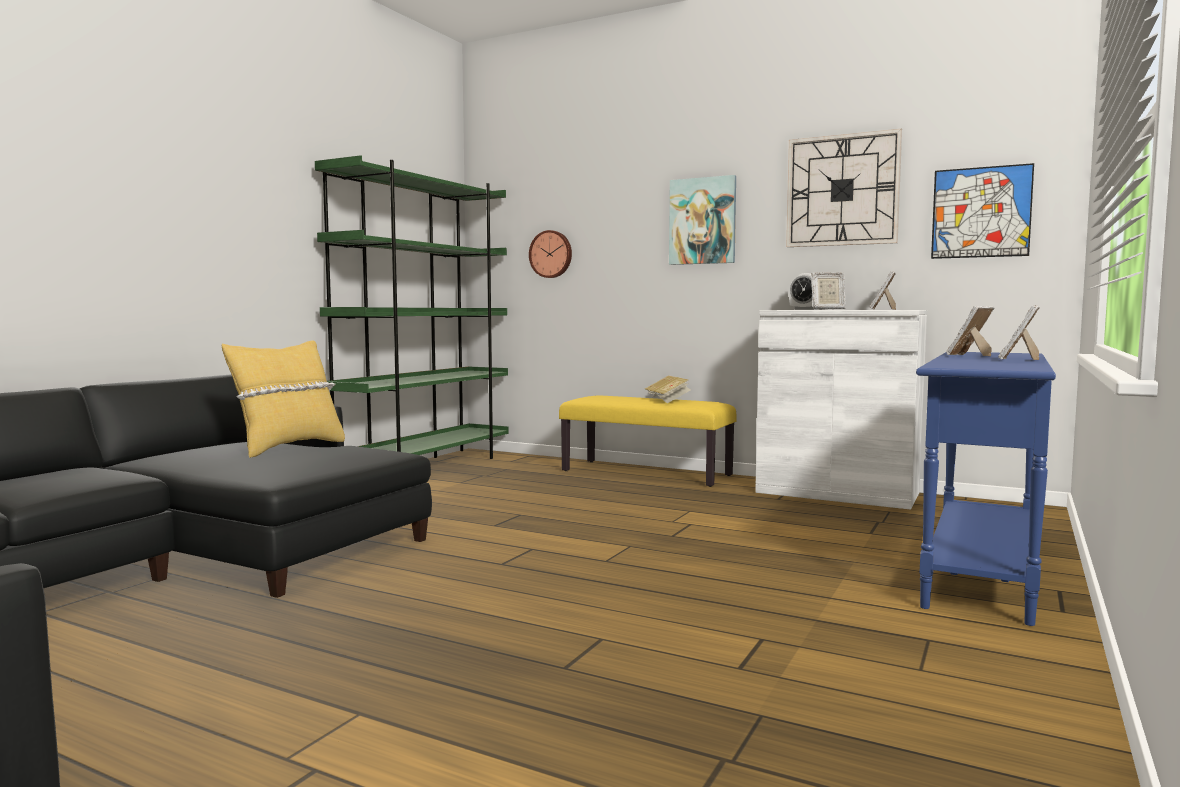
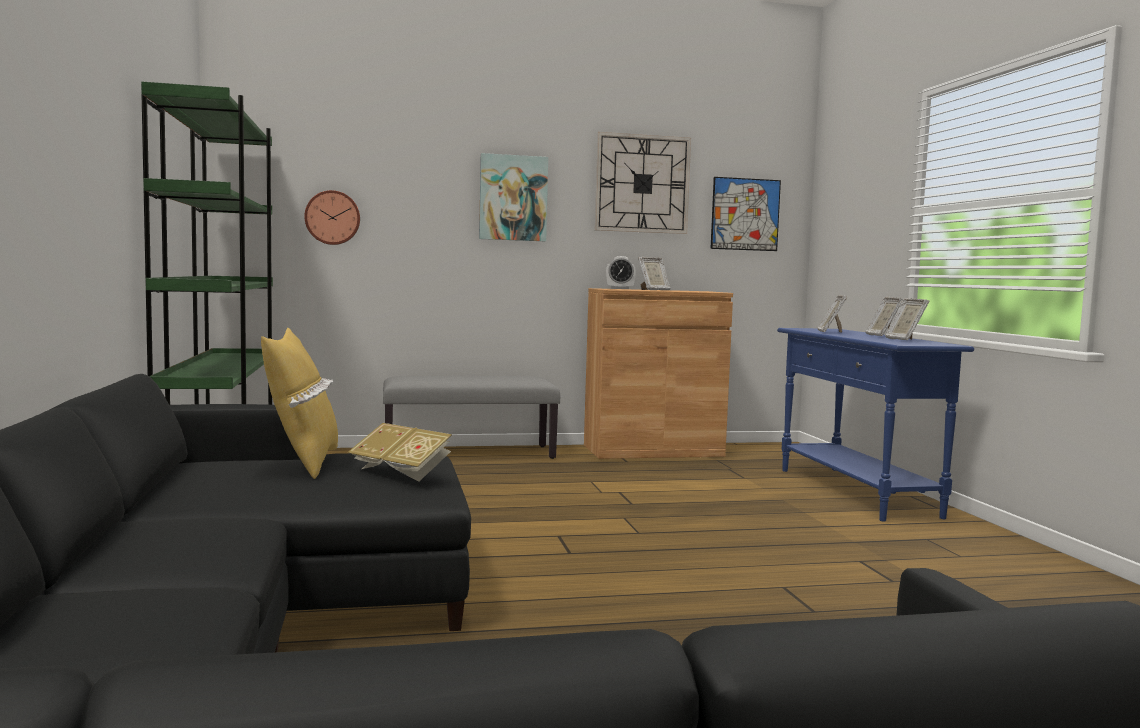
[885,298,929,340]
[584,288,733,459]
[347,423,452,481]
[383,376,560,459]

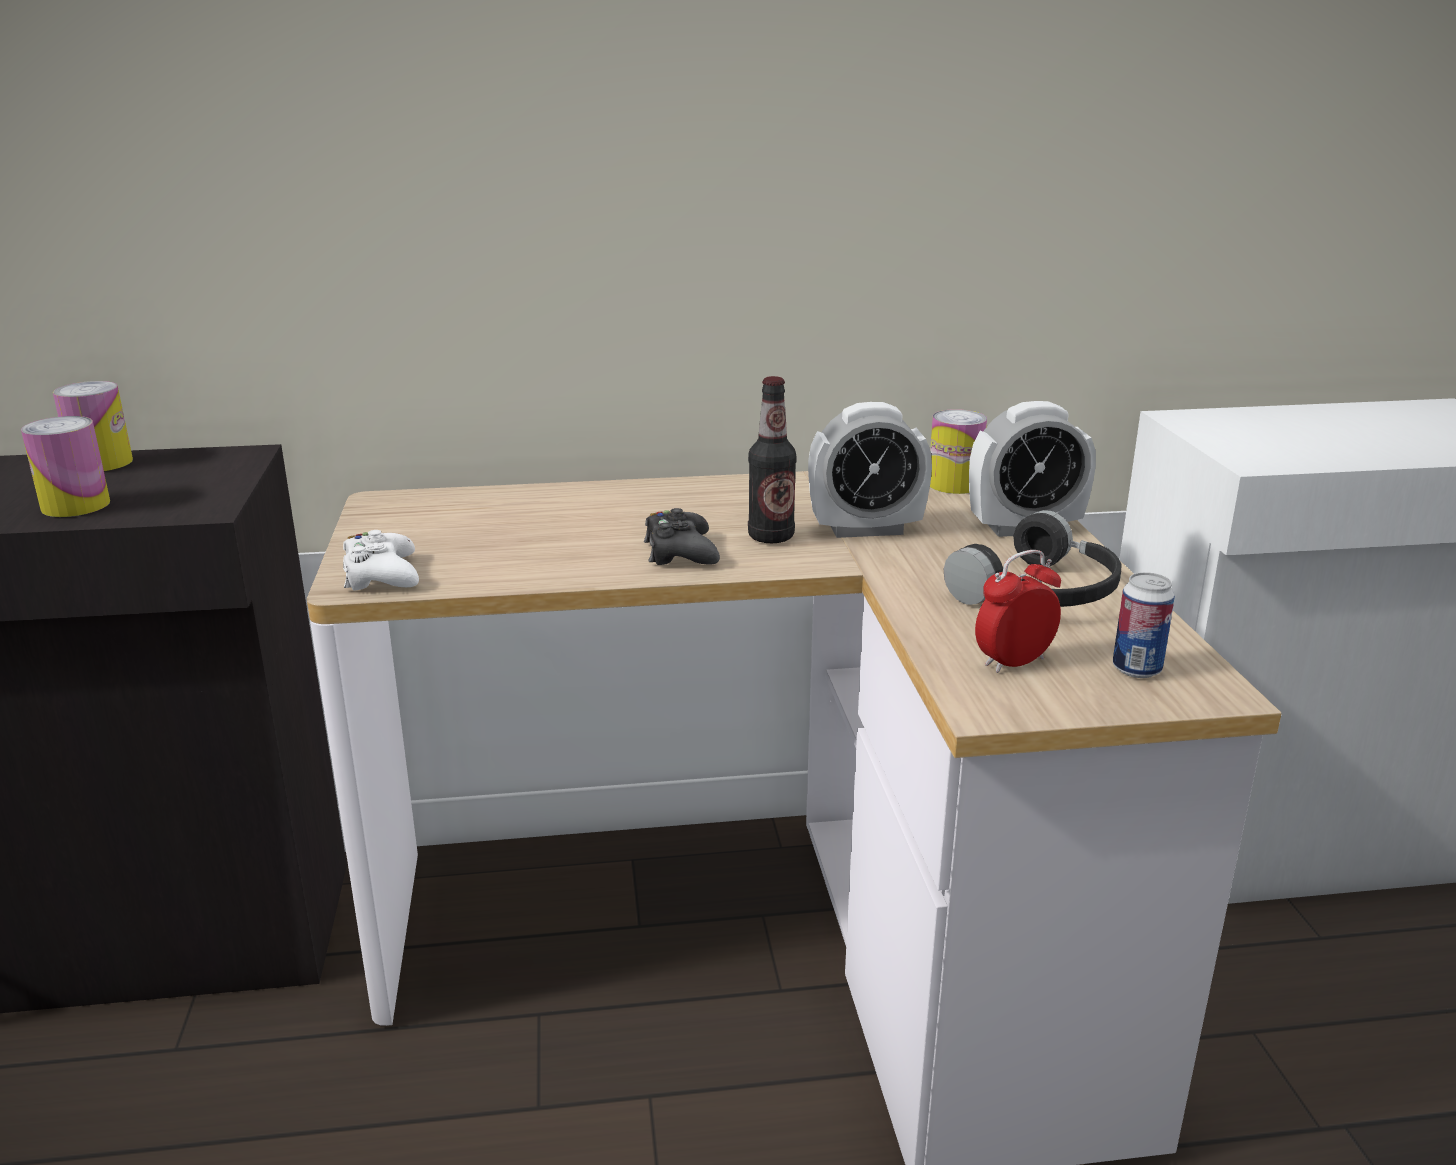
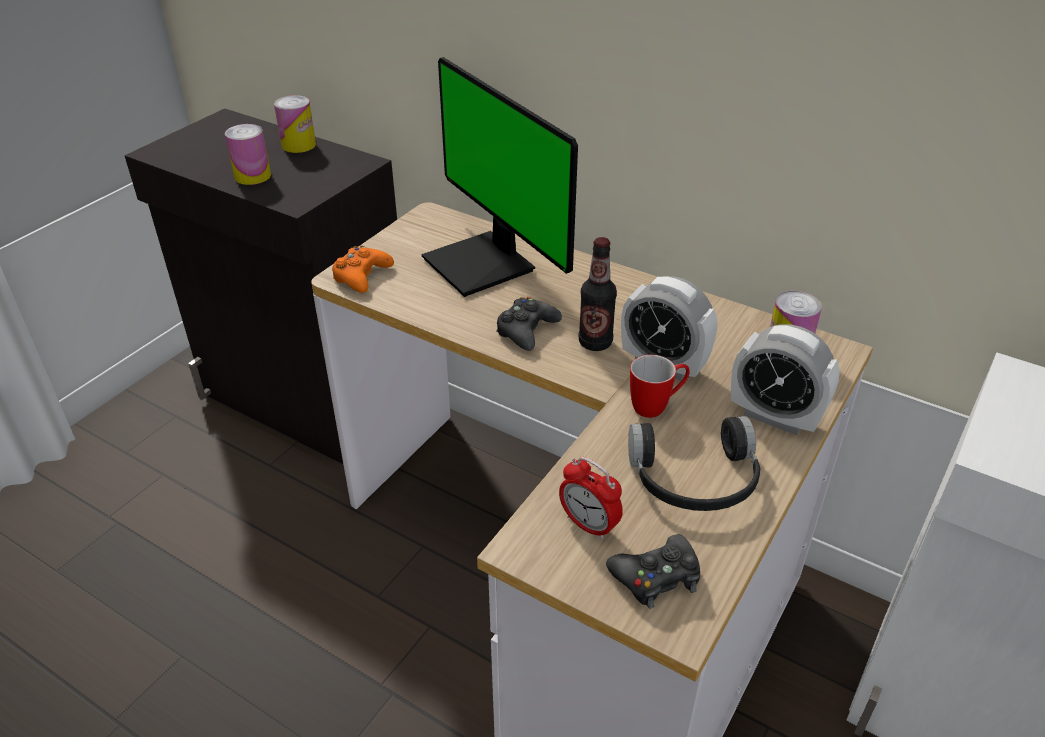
[332,246,394,293]
[559,457,623,540]
[606,534,700,609]
[422,57,578,297]
[630,355,690,418]

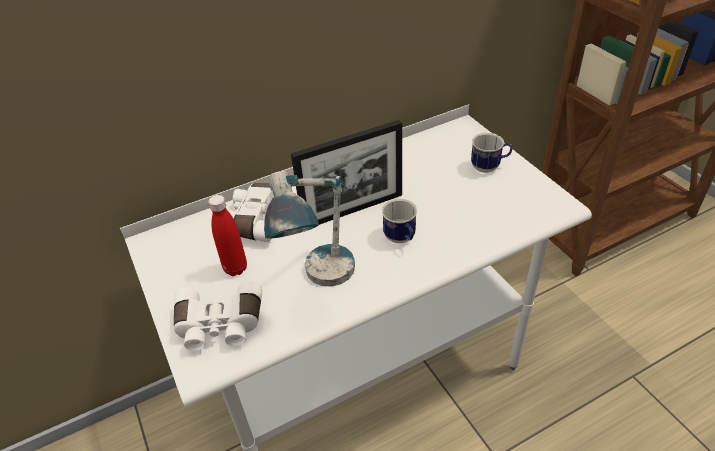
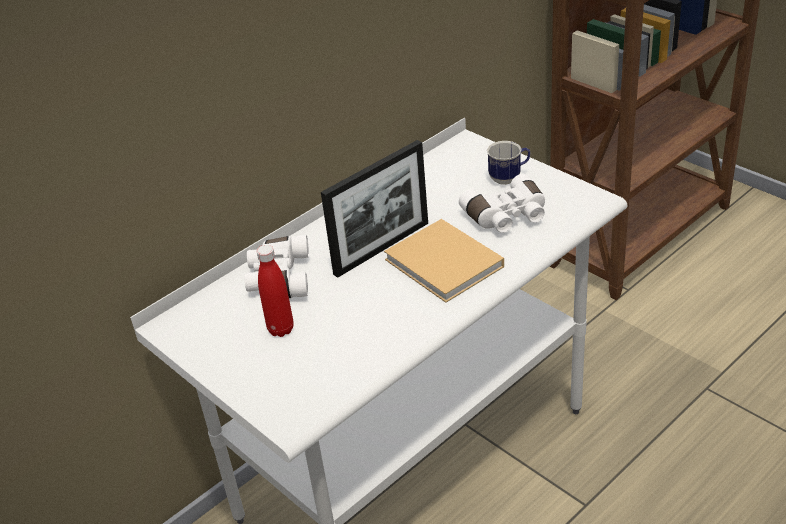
[264,171,355,287] (first image)
[384,219,504,303]
[459,174,545,233]

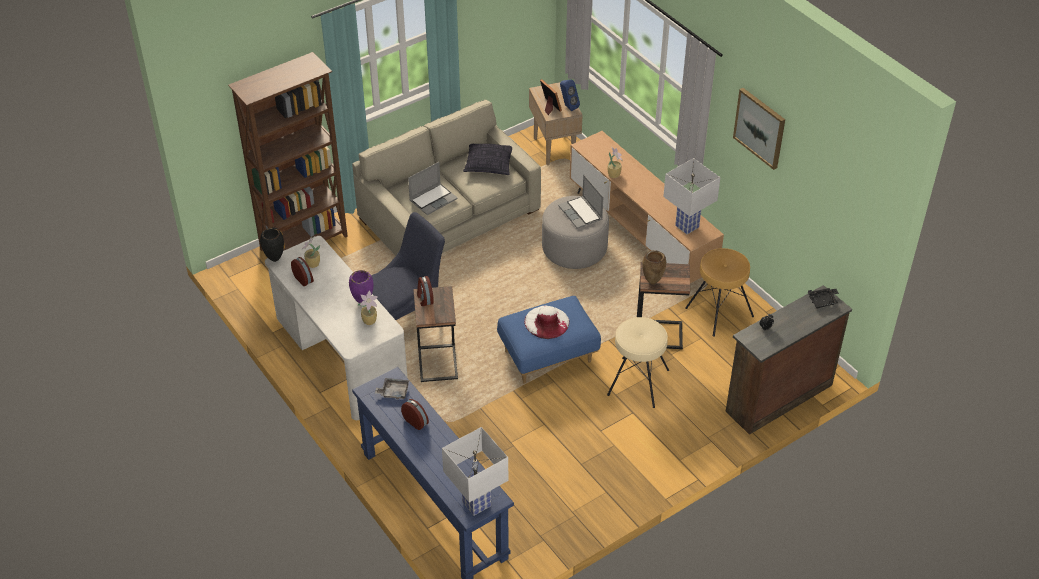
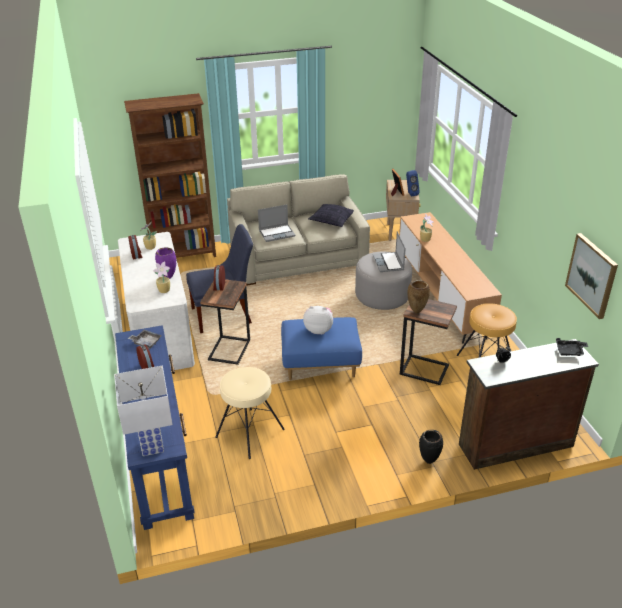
[565,233,618,319]
[663,158,721,234] (first image)
[419,430,443,464]
[303,306,333,334]
[216,367,285,459]

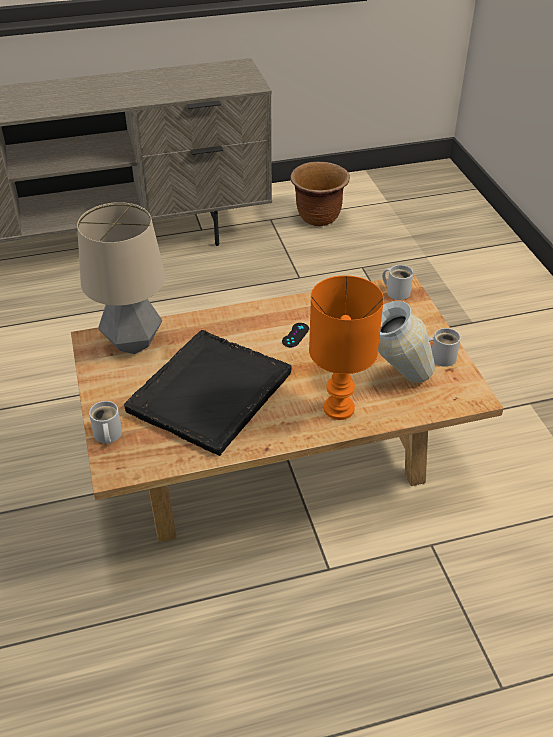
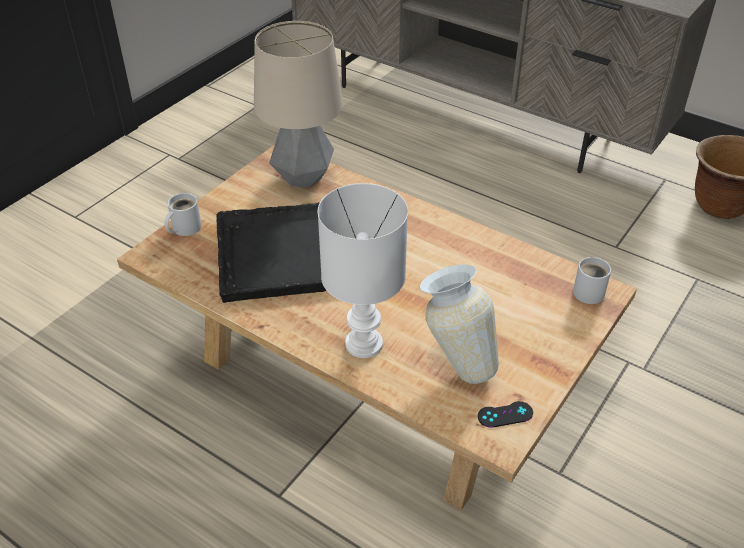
[318,183,408,358]
[478,401,533,428]
[429,328,461,367] (first image)

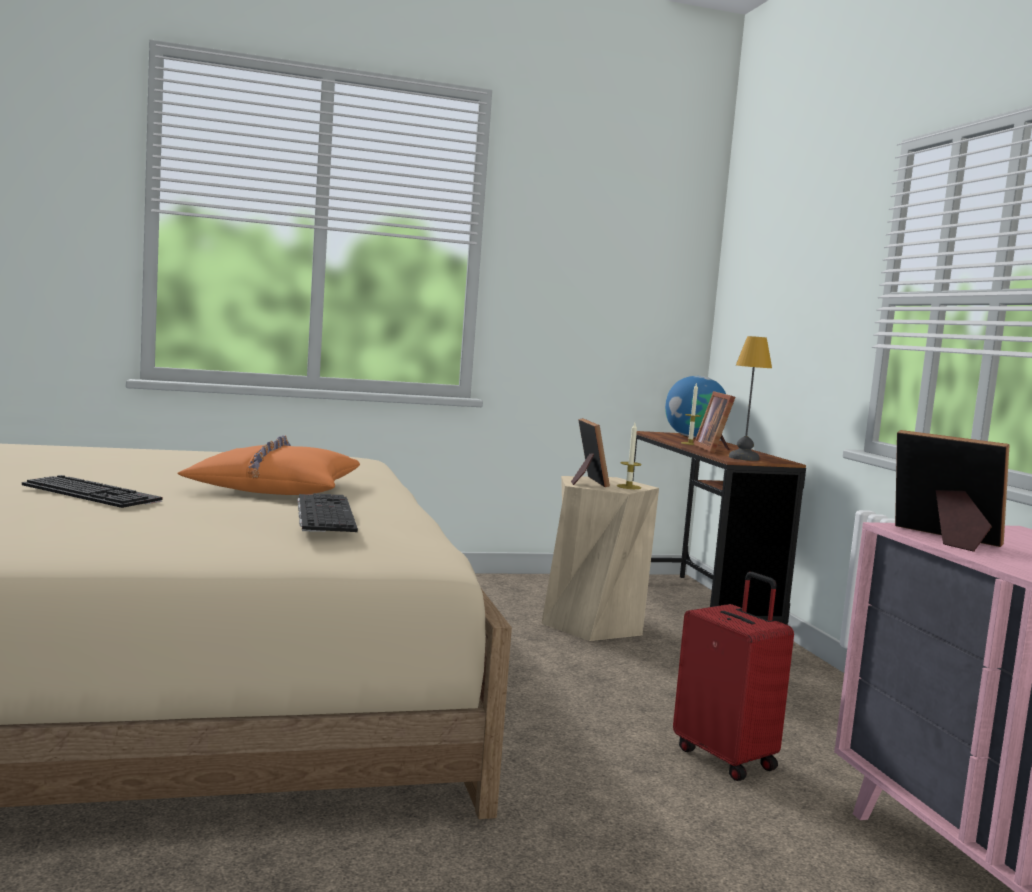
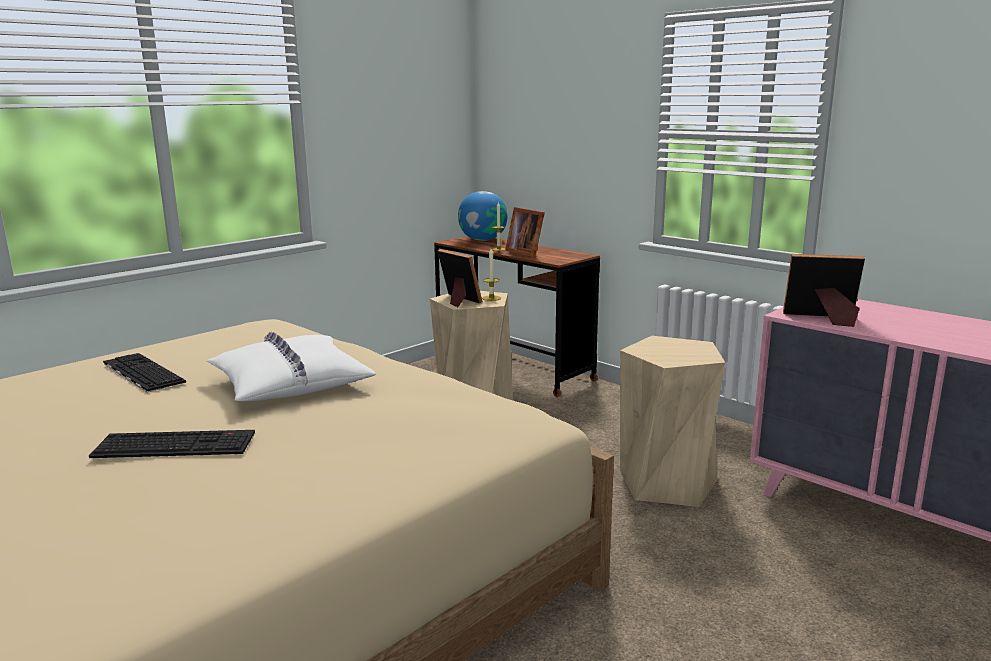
[729,336,772,461] (first image)
[207,331,377,401]
[103,353,186,393]
[620,336,725,507]

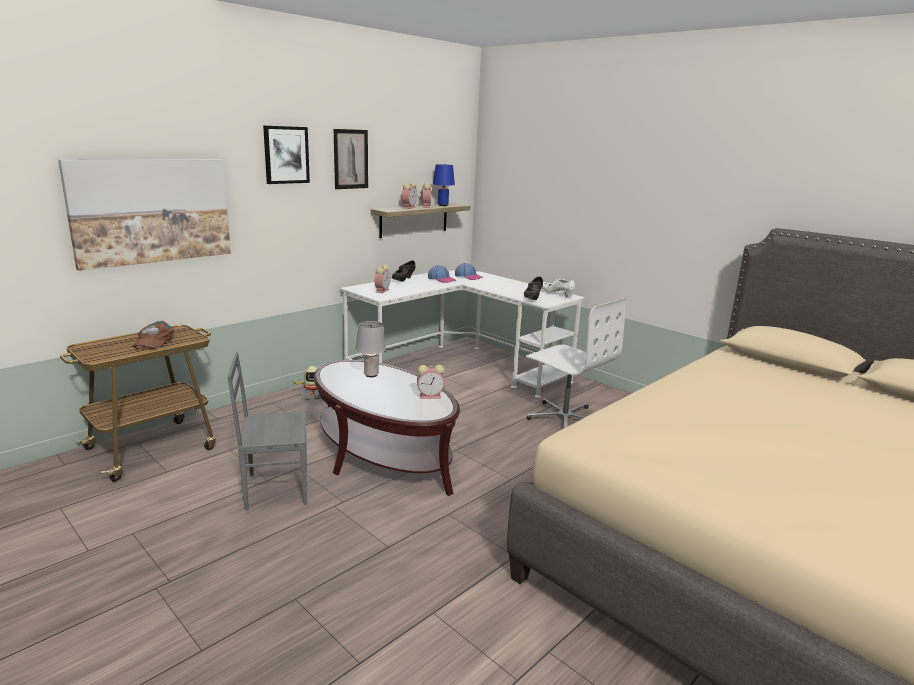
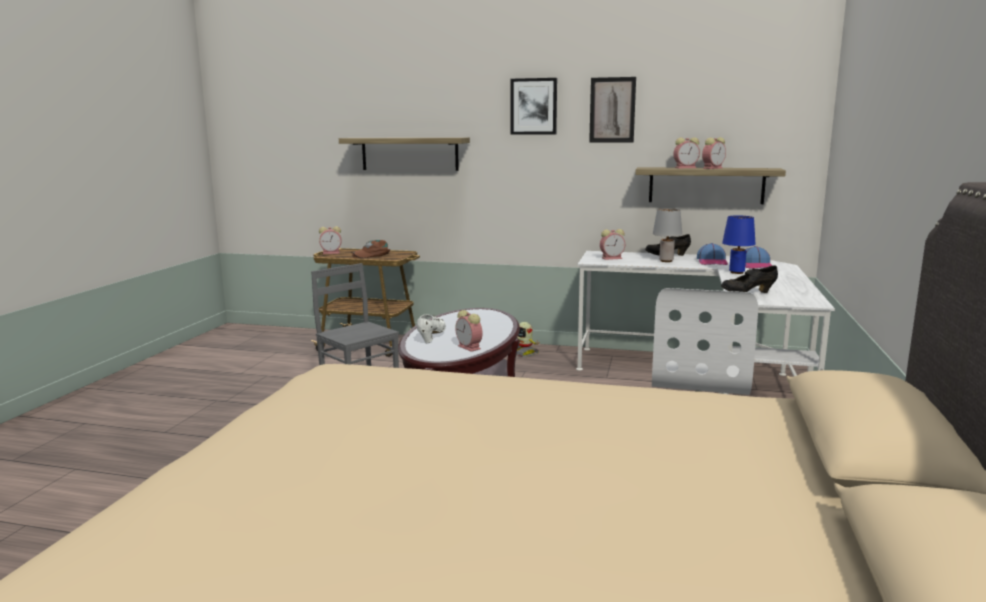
[339,137,470,171]
[722,215,755,274]
[417,314,446,343]
[653,209,682,262]
[319,226,342,254]

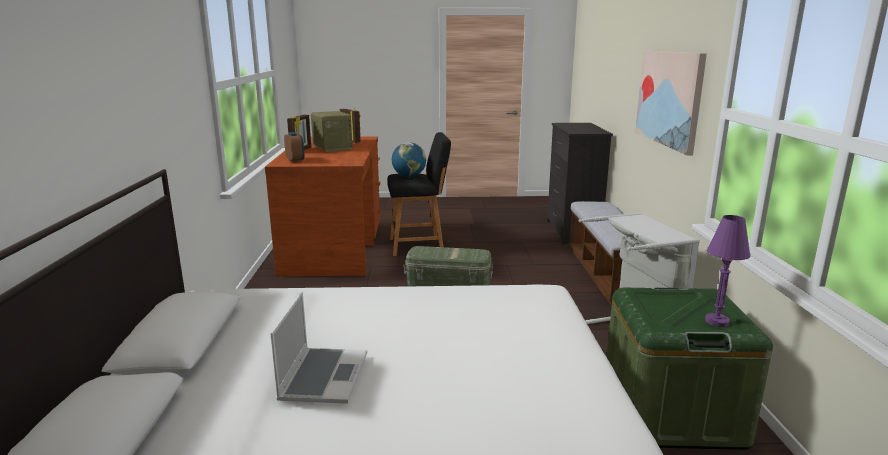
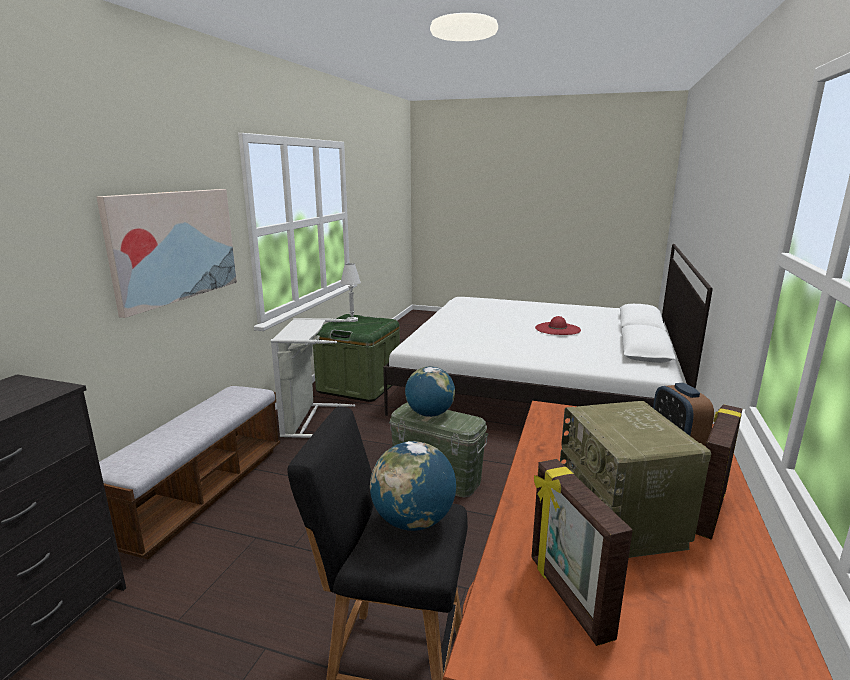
[340,263,361,322]
[535,316,581,335]
[405,366,455,417]

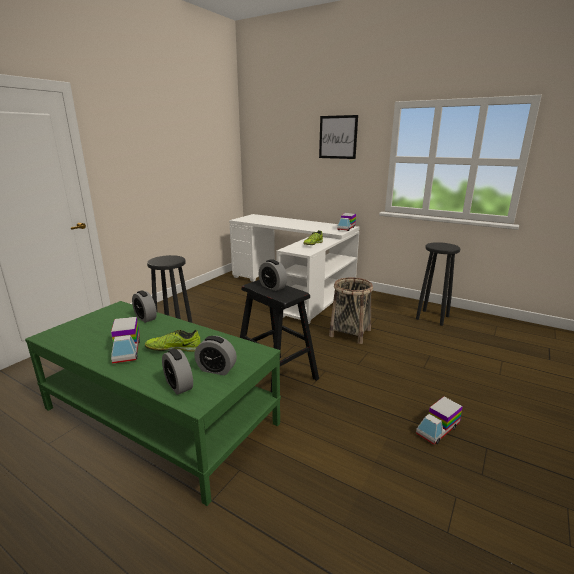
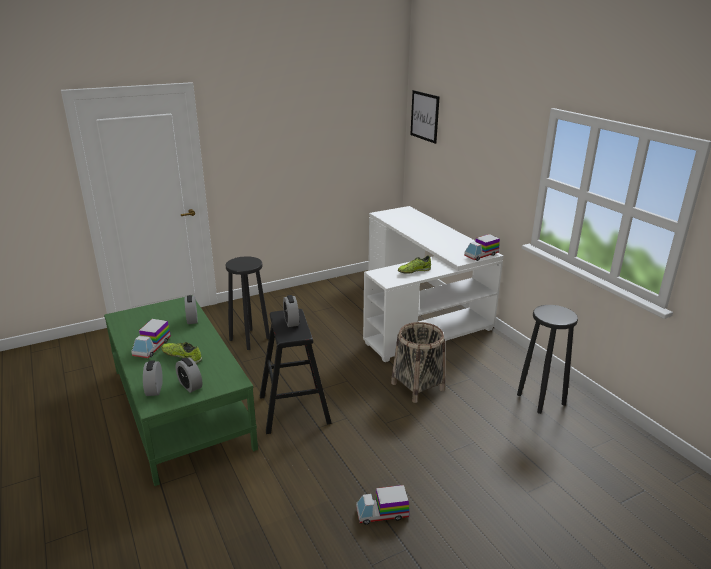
[410,90,440,144]

